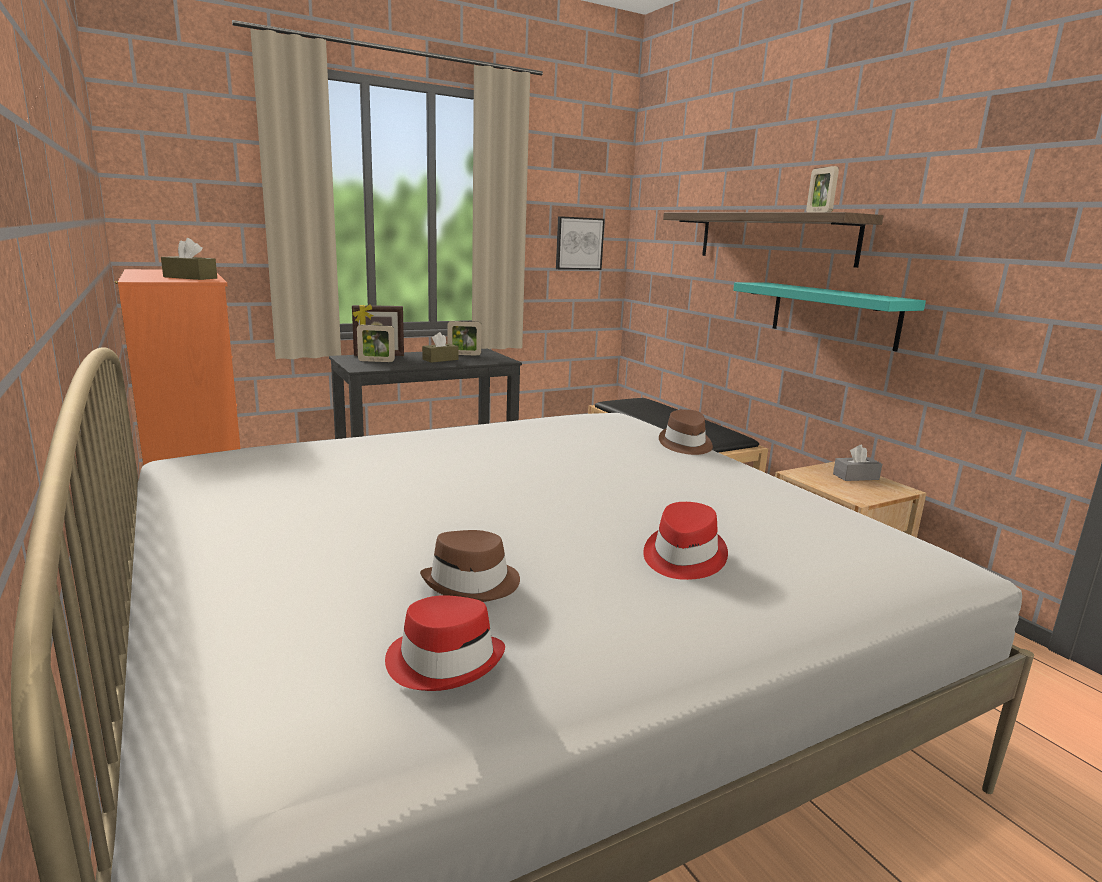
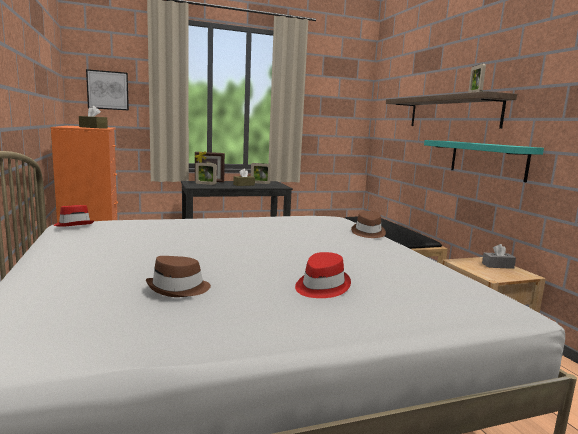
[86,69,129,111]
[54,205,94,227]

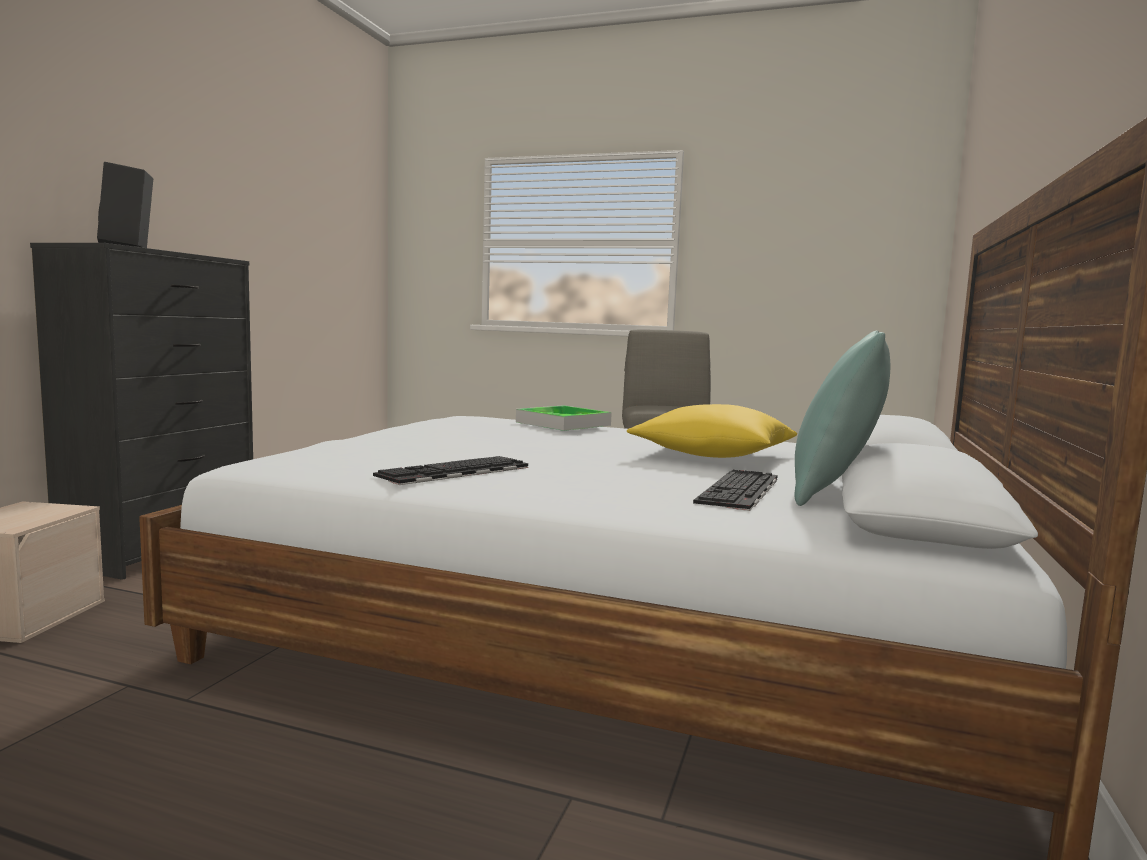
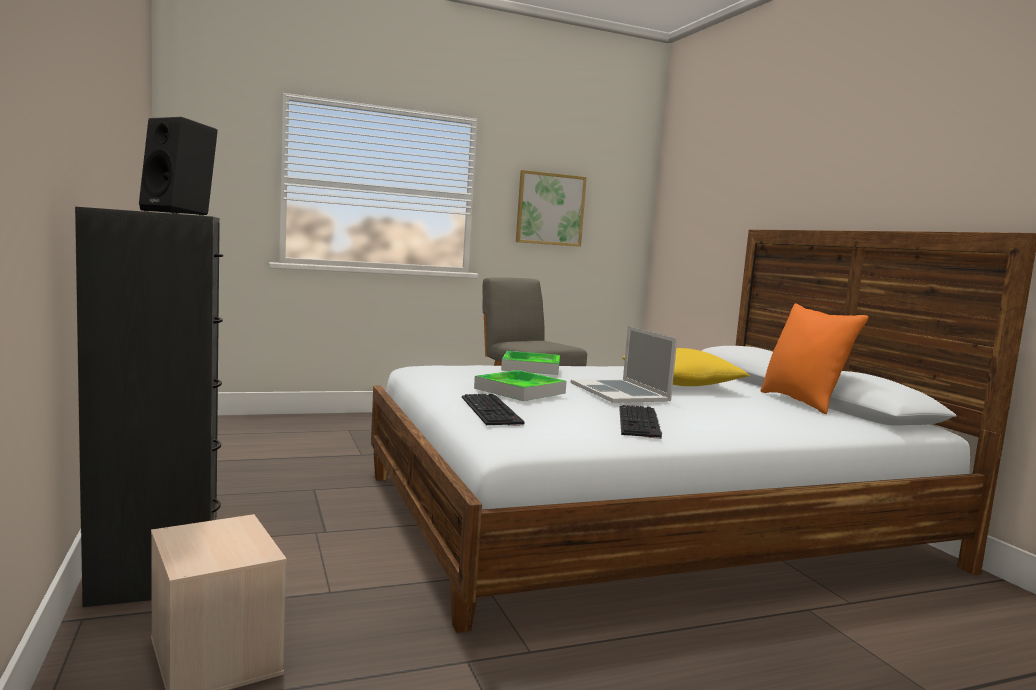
[760,303,869,414]
[462,394,525,425]
[516,170,587,247]
[571,326,677,403]
[474,370,567,401]

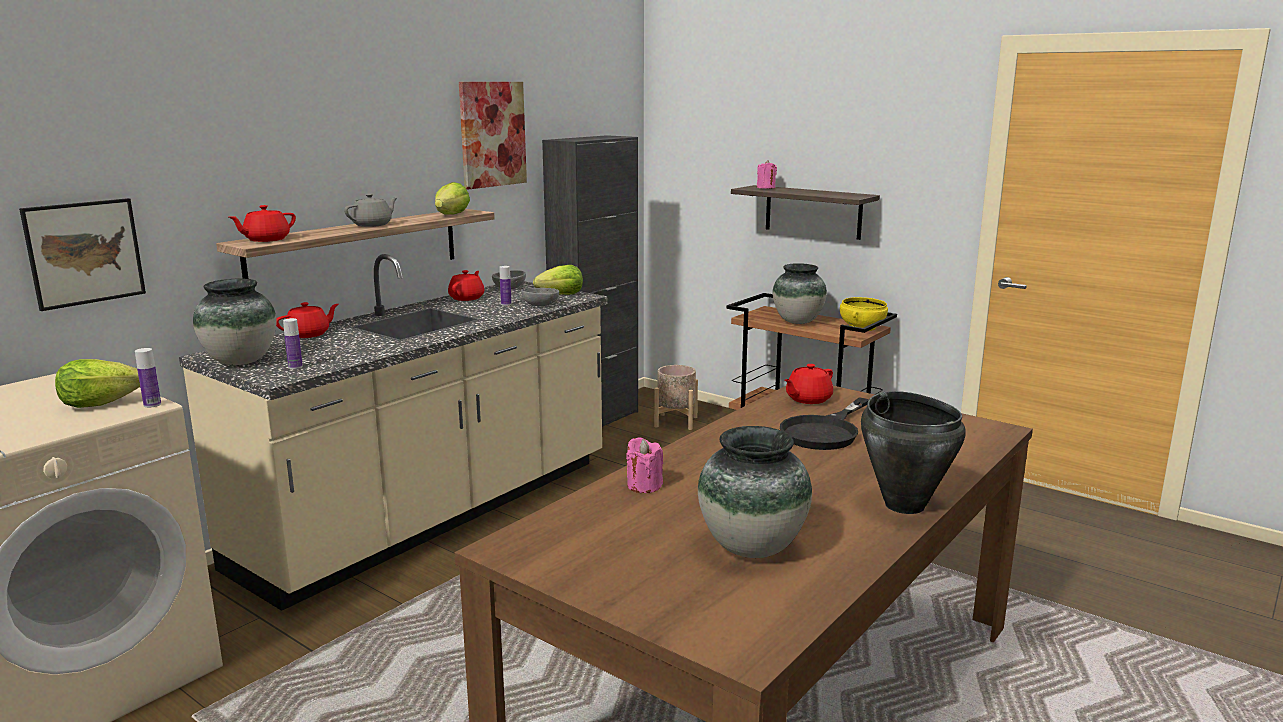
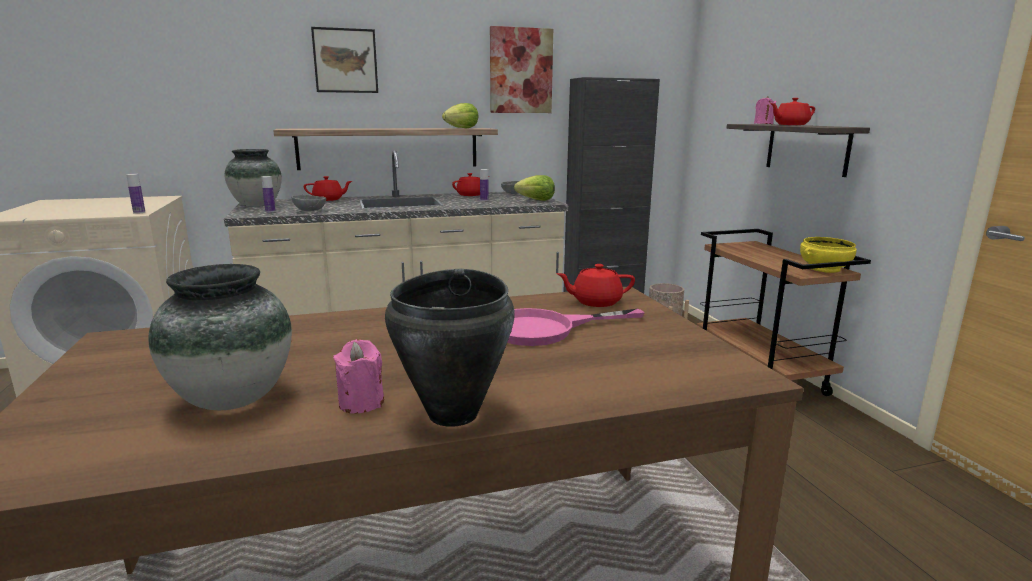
[344,194,398,227] (first image)
[311,27,378,93]
[770,98,815,125]
[773,263,827,324] (first image)
[292,195,326,211]
[55,359,140,408] (first image)
[507,308,644,346]
[333,339,384,413]

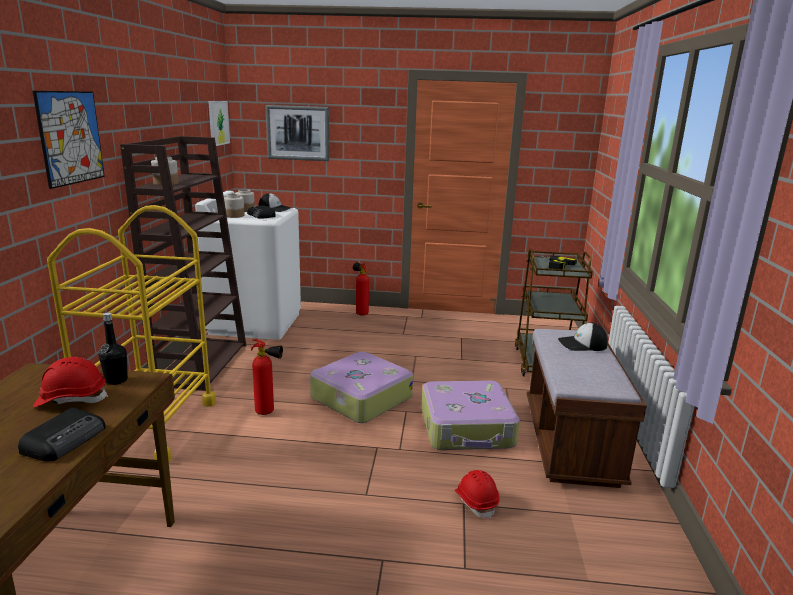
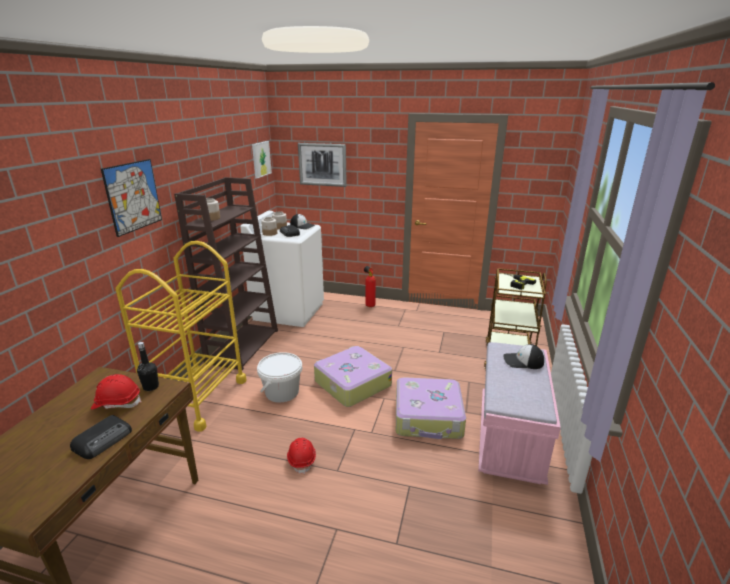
[478,342,561,485]
[257,352,302,403]
[287,438,316,474]

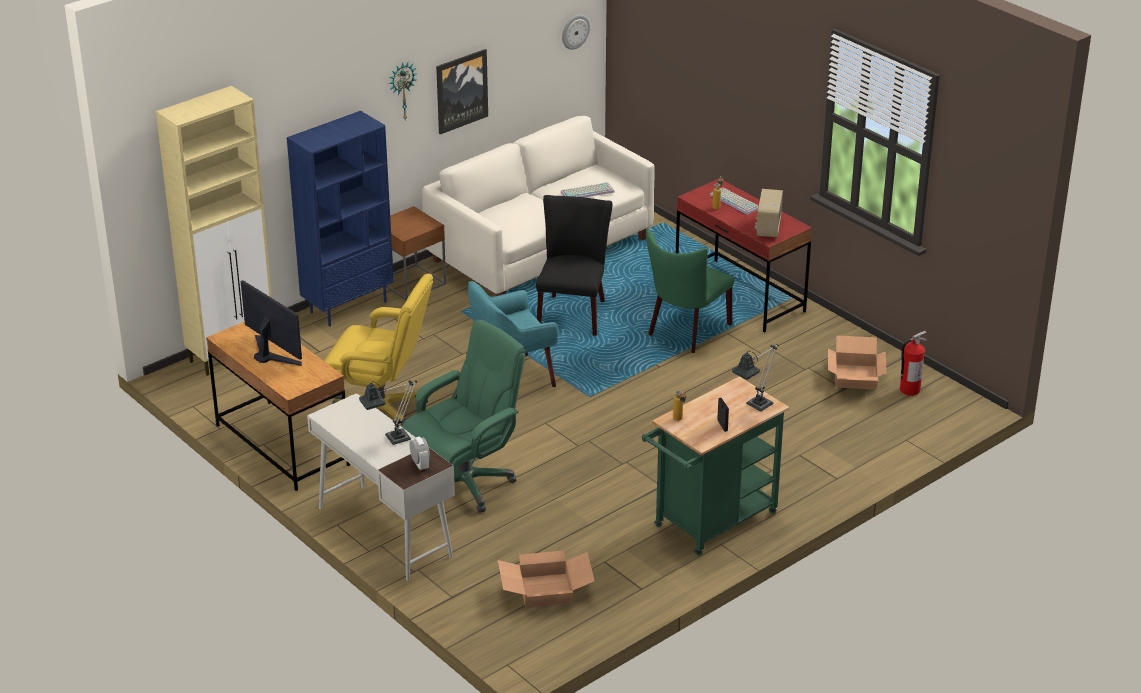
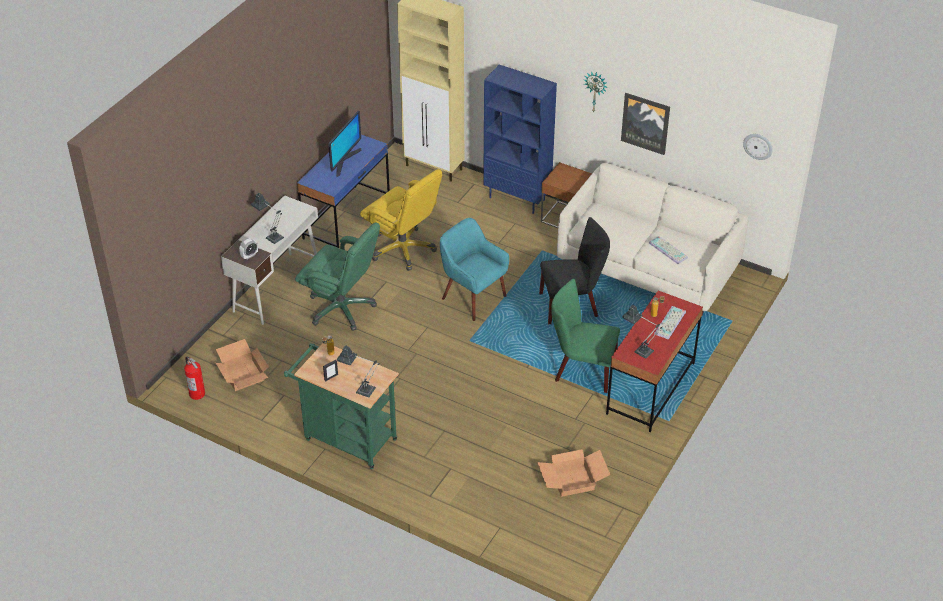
[622,305,662,359]
[360,169,442,271]
[297,135,390,248]
[184,357,205,400]

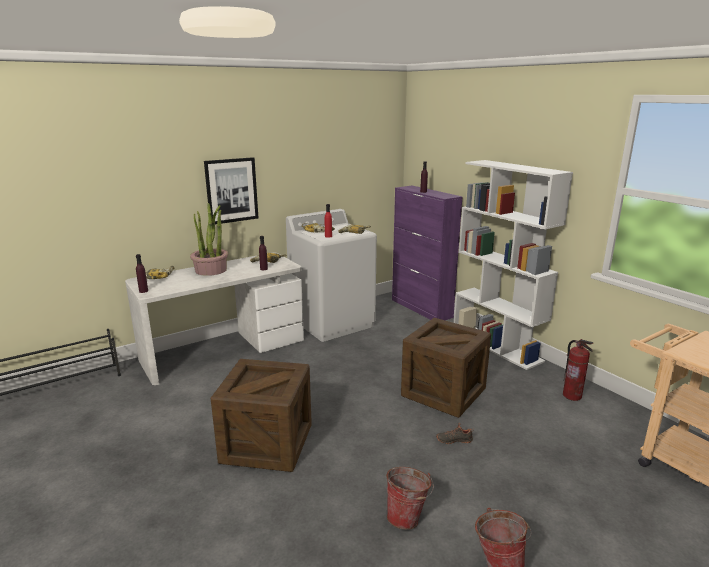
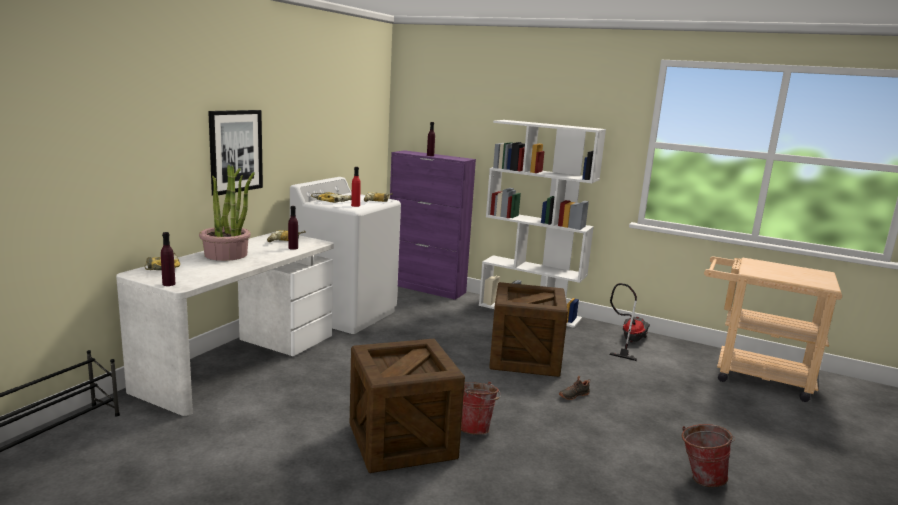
[609,283,650,361]
[461,382,501,435]

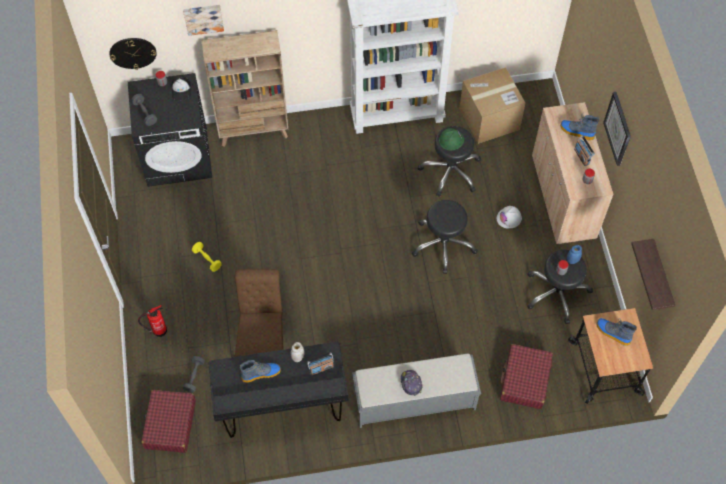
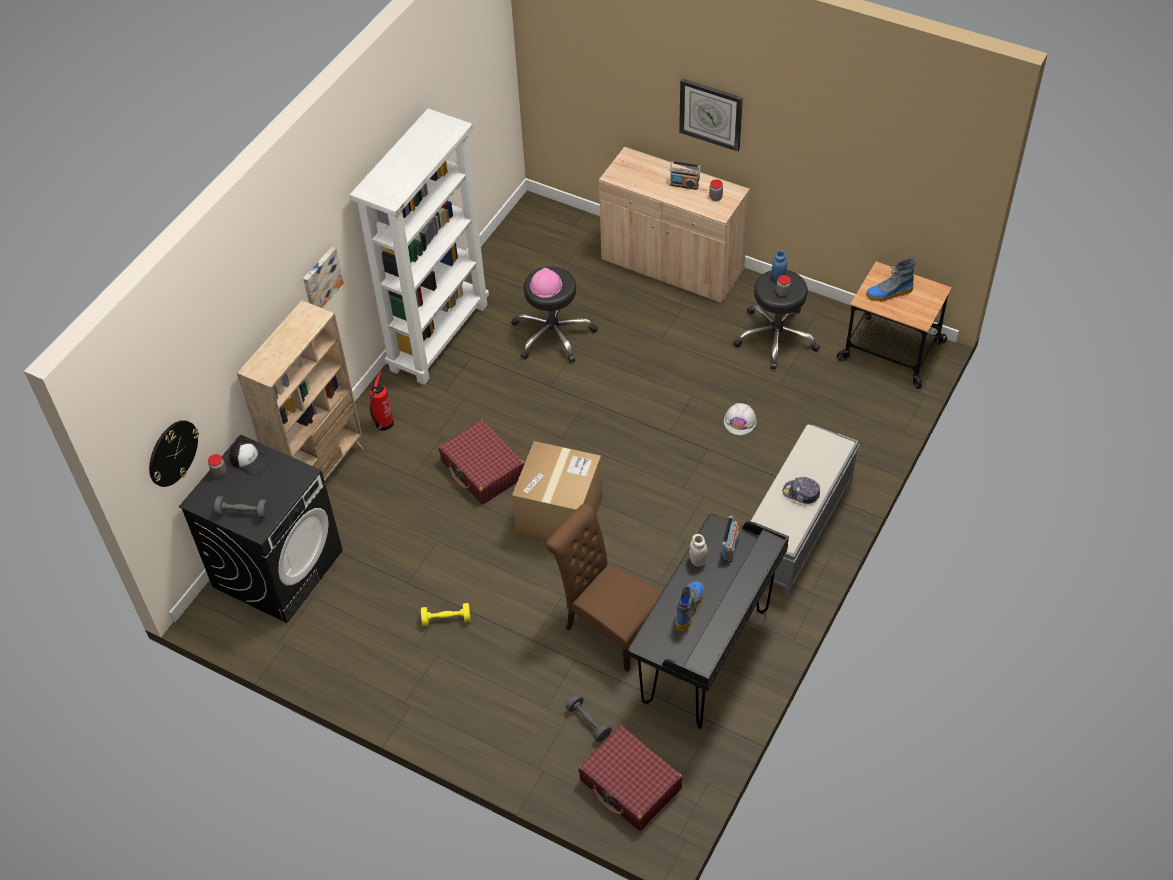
[303,247,343,308]
[512,441,603,543]
[560,114,599,141] (first image)
[530,268,562,298]
[412,200,478,274] (first image)
[724,403,757,435]
[631,239,675,310] (first image)
[369,372,394,431]
[439,420,525,504]

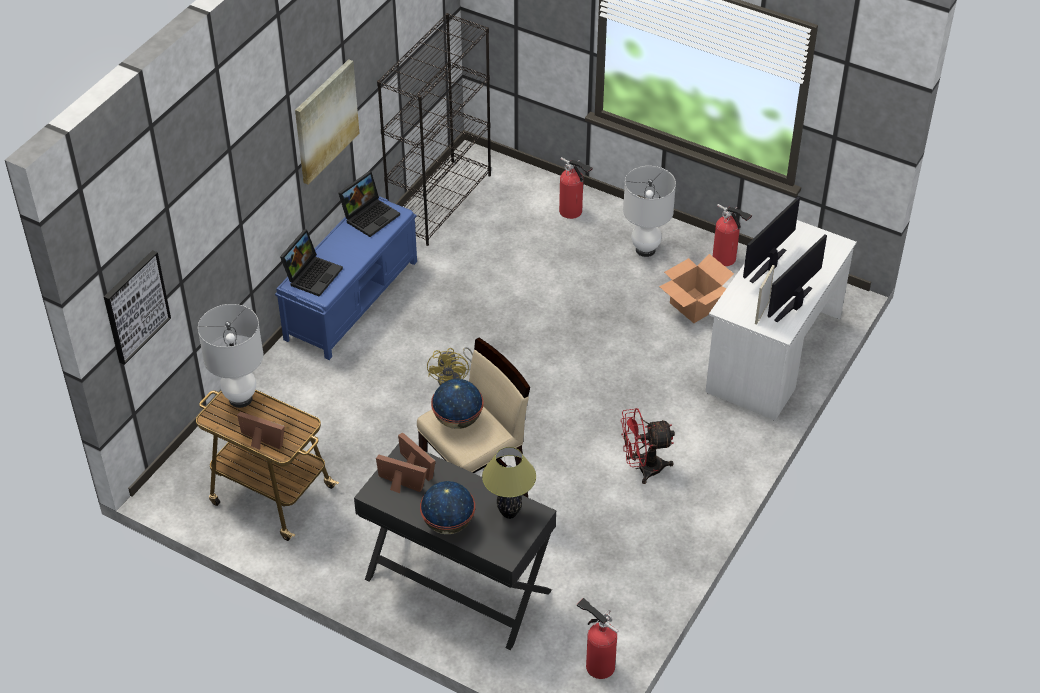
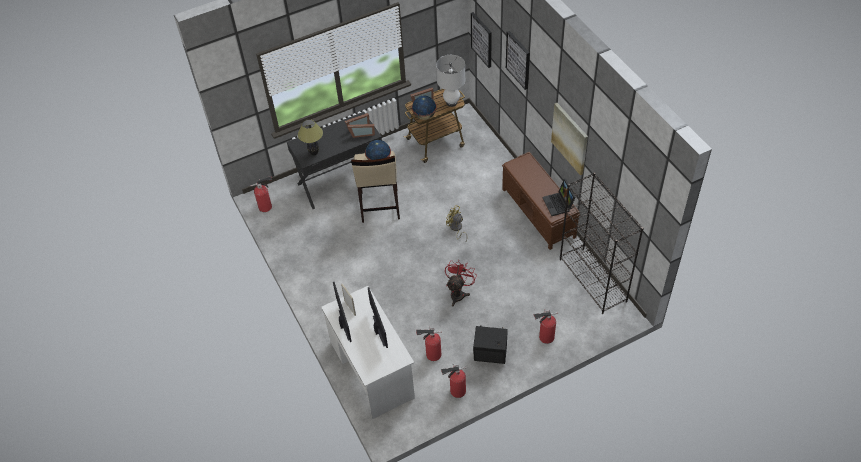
[473,325,508,364]
[502,152,580,250]
[280,229,343,297] (first image)
[416,326,442,361]
[445,260,477,306]
[412,96,437,120]
[506,31,530,90]

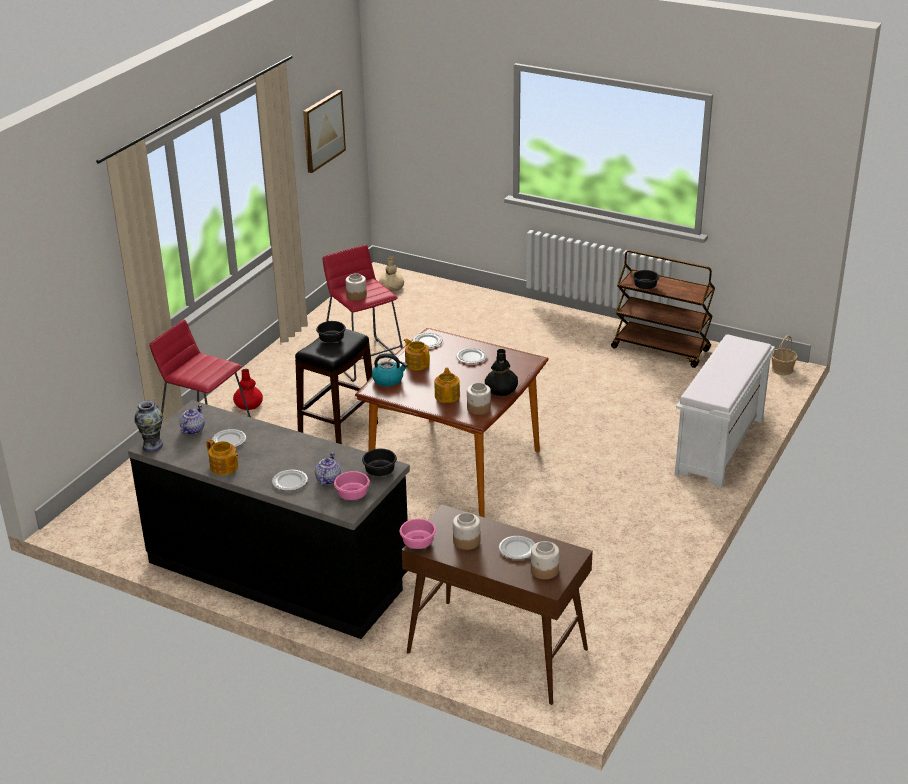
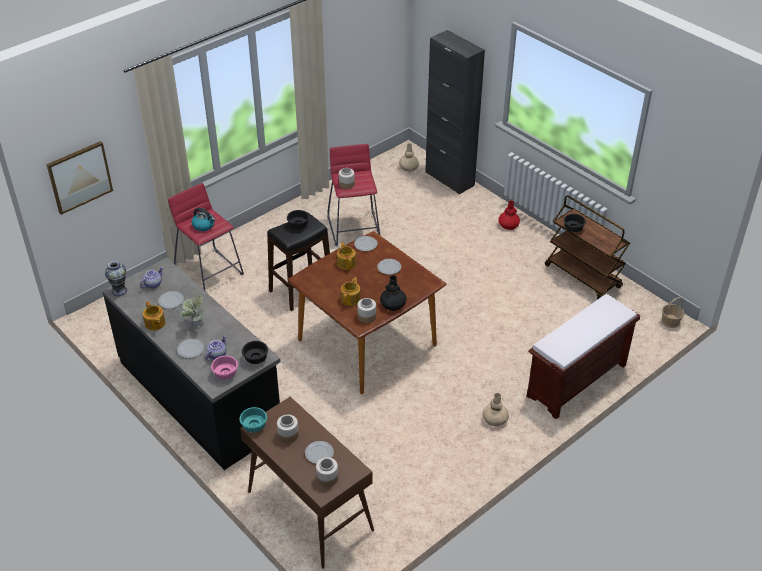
[46,141,113,215]
[526,294,641,419]
[192,208,215,231]
[498,200,520,230]
[239,407,267,432]
[425,30,485,194]
[181,295,204,326]
[483,393,509,426]

